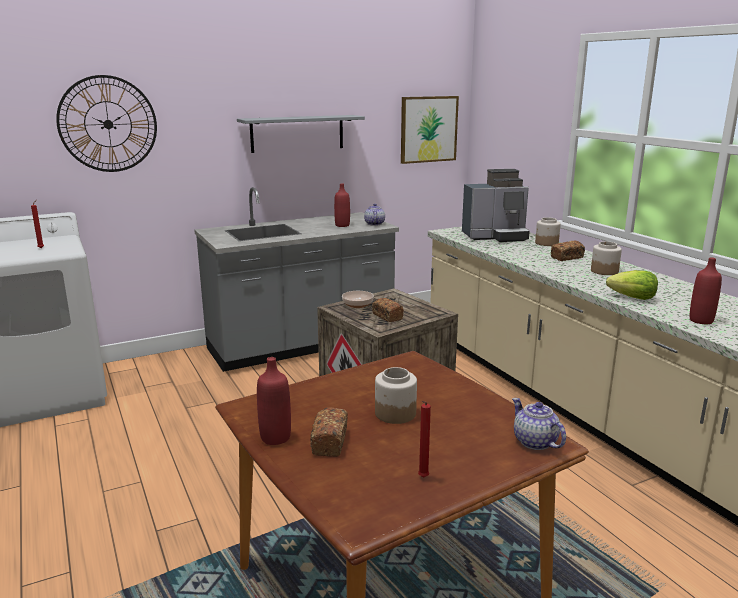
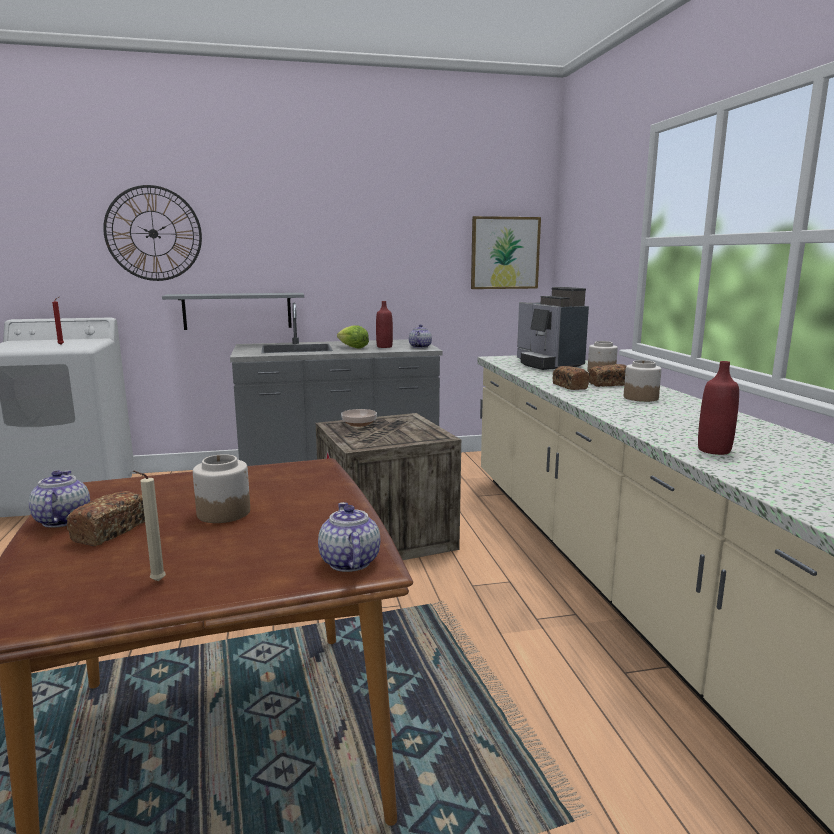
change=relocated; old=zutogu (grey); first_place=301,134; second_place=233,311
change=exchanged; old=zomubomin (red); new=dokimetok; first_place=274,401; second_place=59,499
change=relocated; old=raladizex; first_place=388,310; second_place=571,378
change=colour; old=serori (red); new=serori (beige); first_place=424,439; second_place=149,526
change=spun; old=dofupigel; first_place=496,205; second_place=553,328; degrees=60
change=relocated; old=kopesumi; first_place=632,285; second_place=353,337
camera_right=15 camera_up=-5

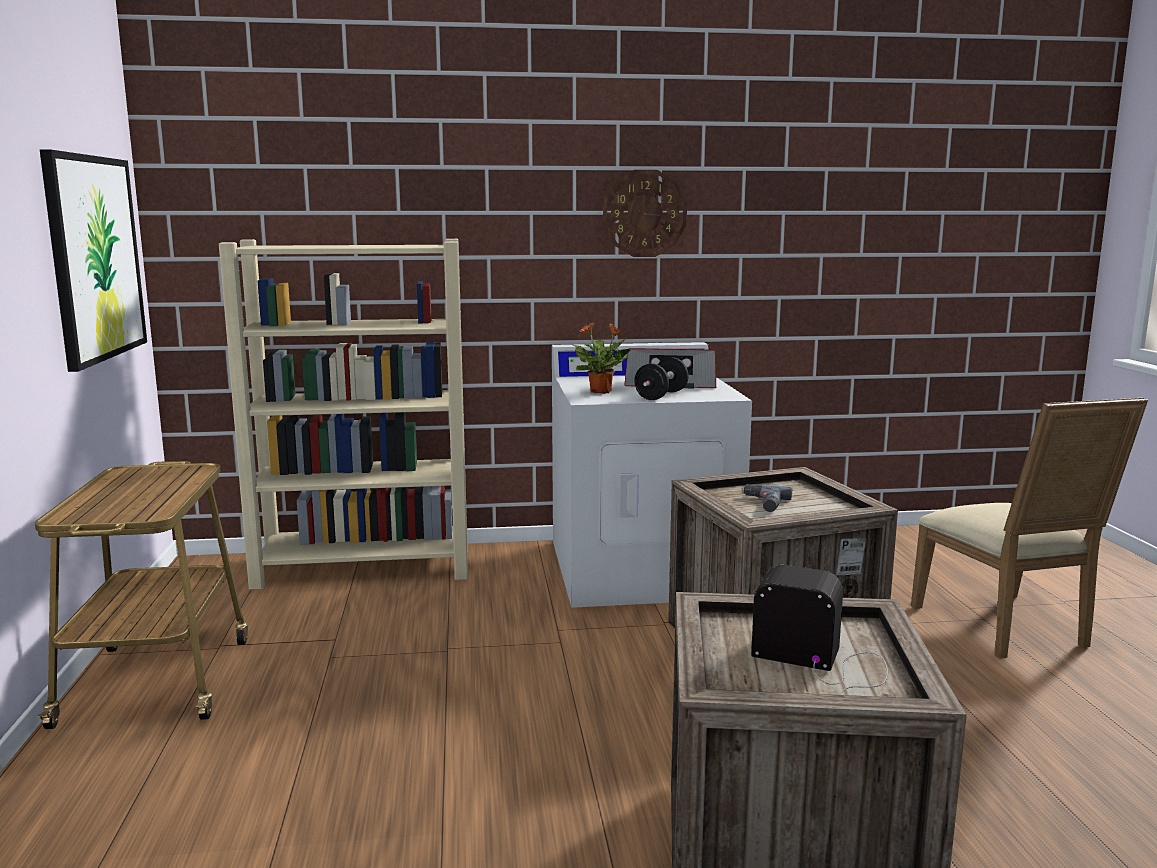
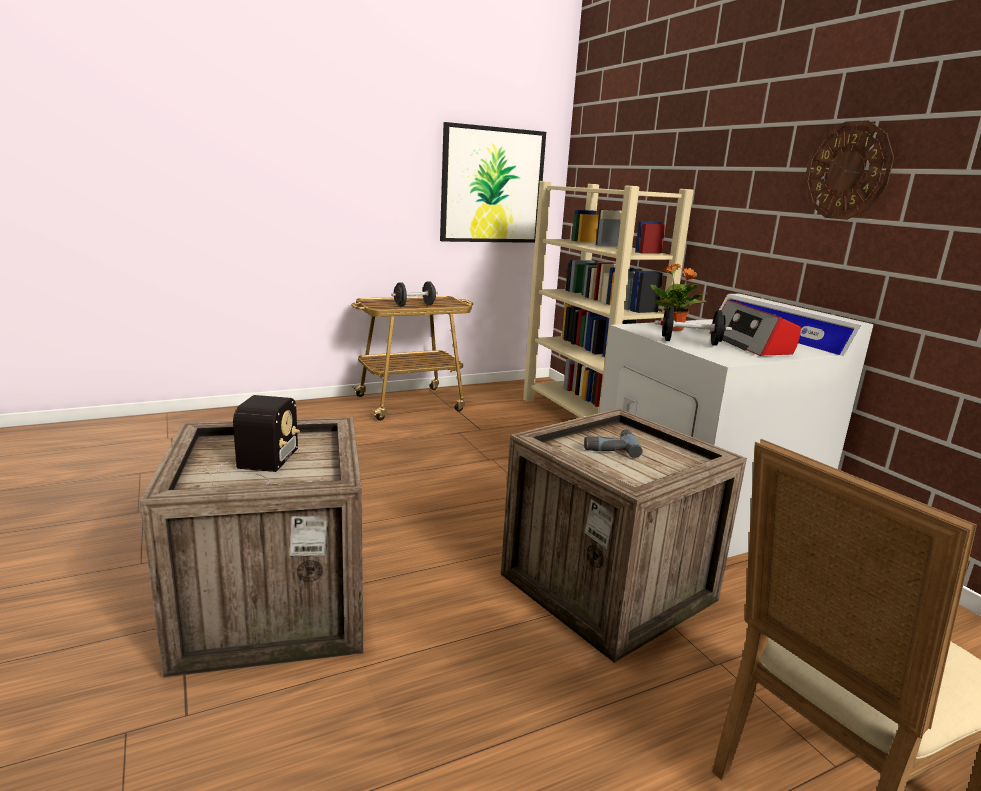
change=appeared; new=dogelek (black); second_place=414,294
camera_right=70 camera_up=5

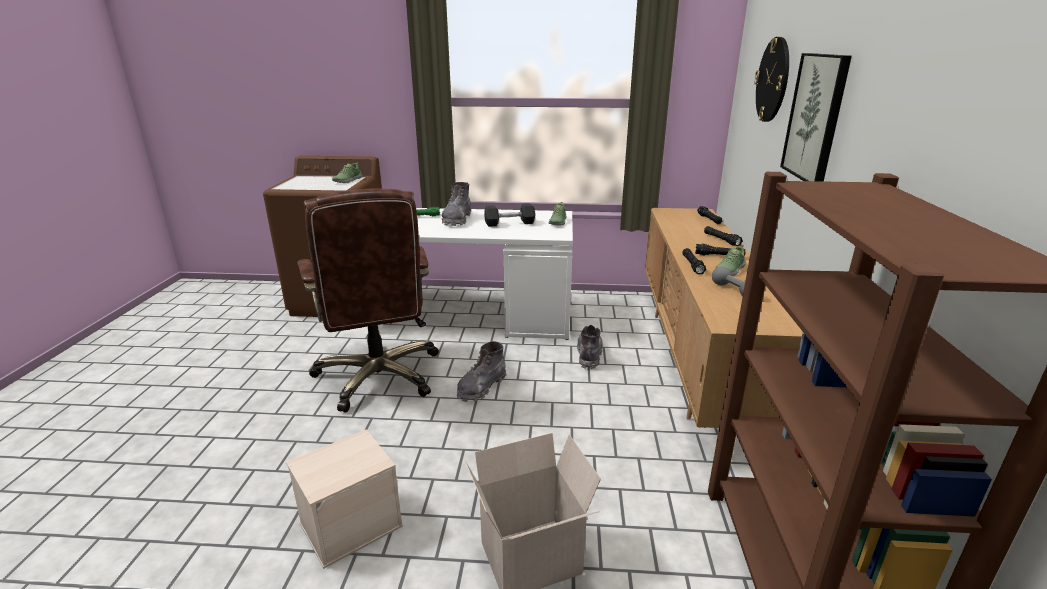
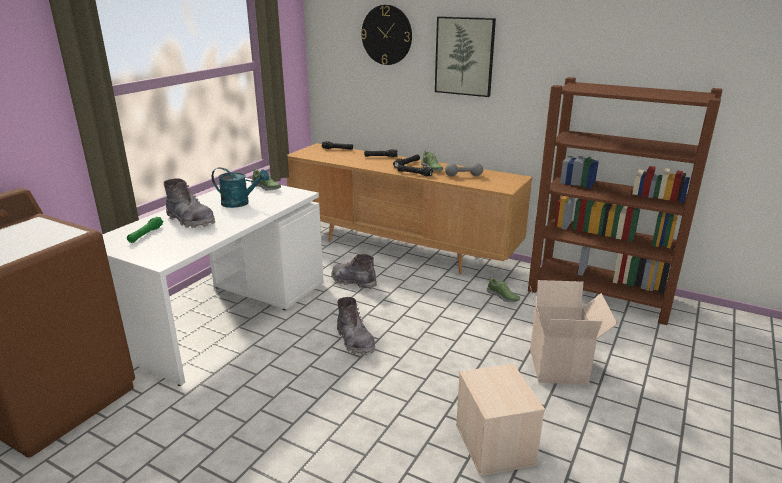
change=missing; old=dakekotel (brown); first_place=368,301
change=relocated; old=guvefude; first_place=347,172; second_place=503,289
change=exchanged; old=dogelek (grey); new=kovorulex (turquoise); first_place=509,215; second_place=240,187
camera_right=-65 camera_up=0

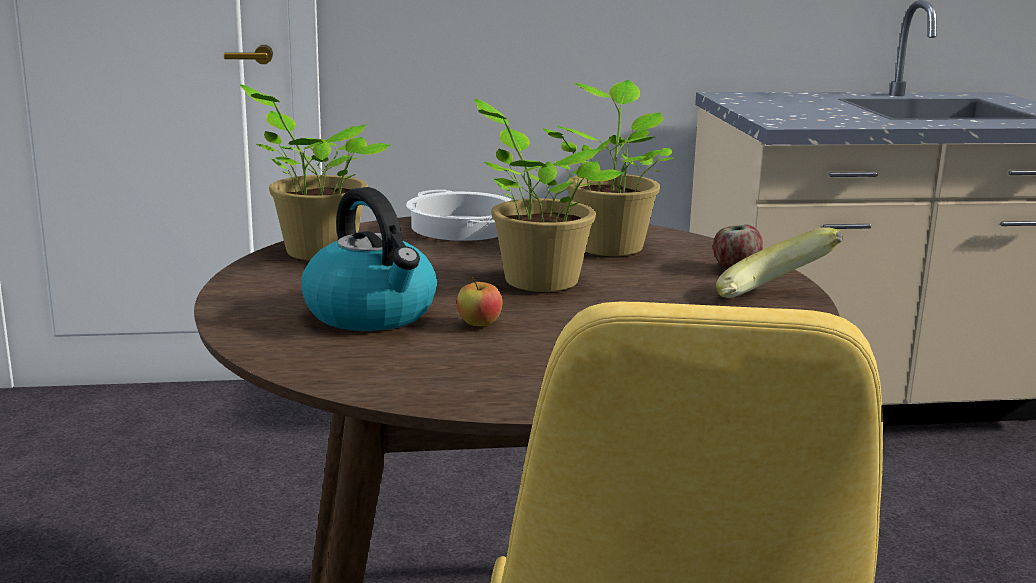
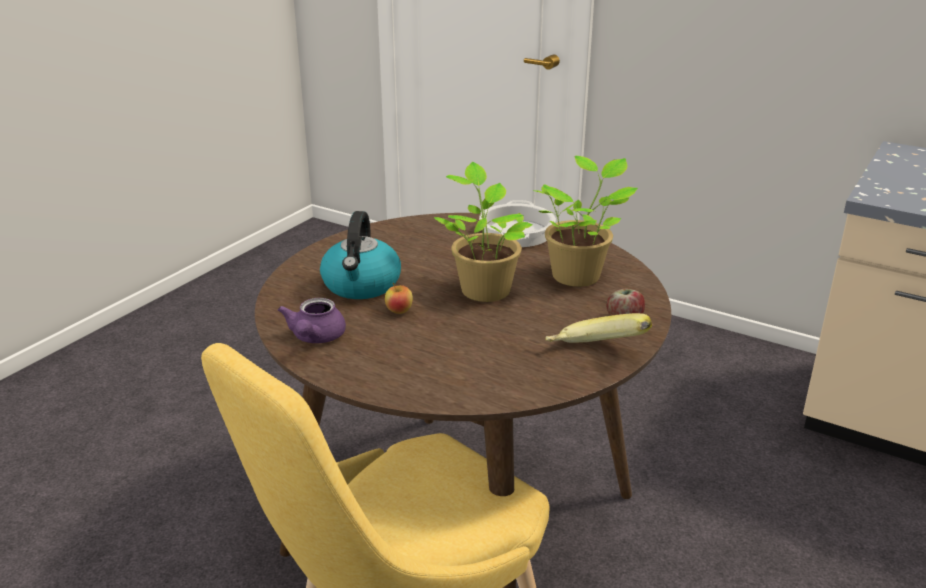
change=missing; old=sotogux; first_place=315,172
change=appeared; new=dokimetok (purple); second_place=312,320
camera_right=40 camera_up=10

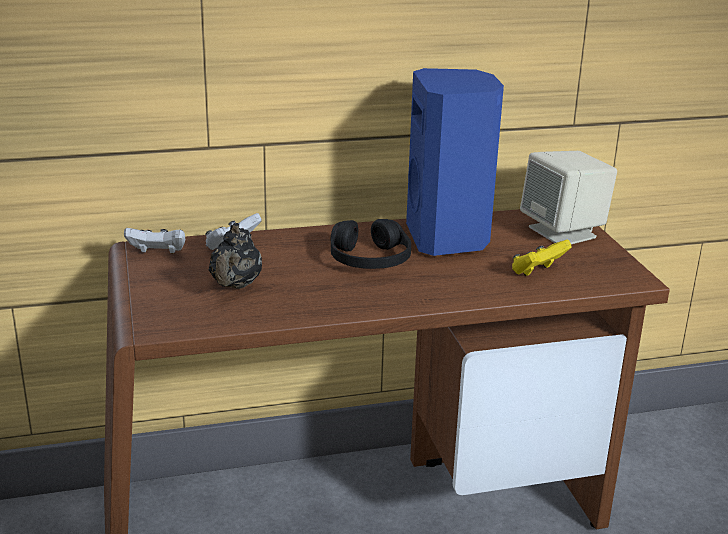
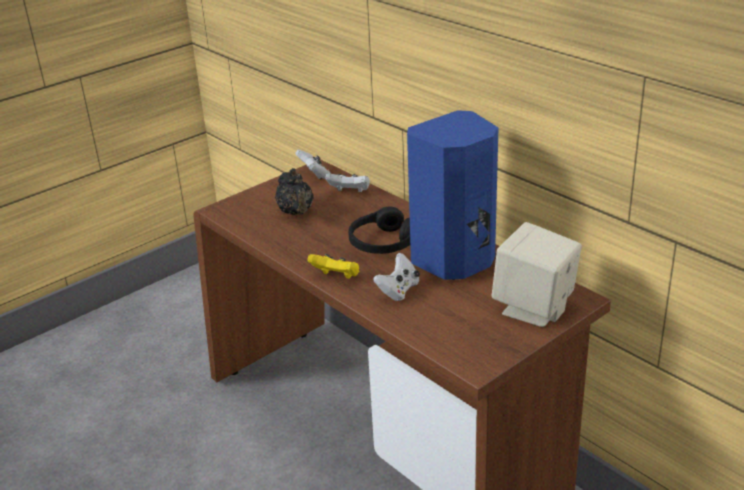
change=spun; old=dokimetok (black); first_place=235,256; second_place=294,191; degrees=-90
change=relocated; old=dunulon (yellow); first_place=541,258; second_place=333,266
change=appeared; new=dunulon (white); second_place=396,277
camera_right=65 camera_up=5

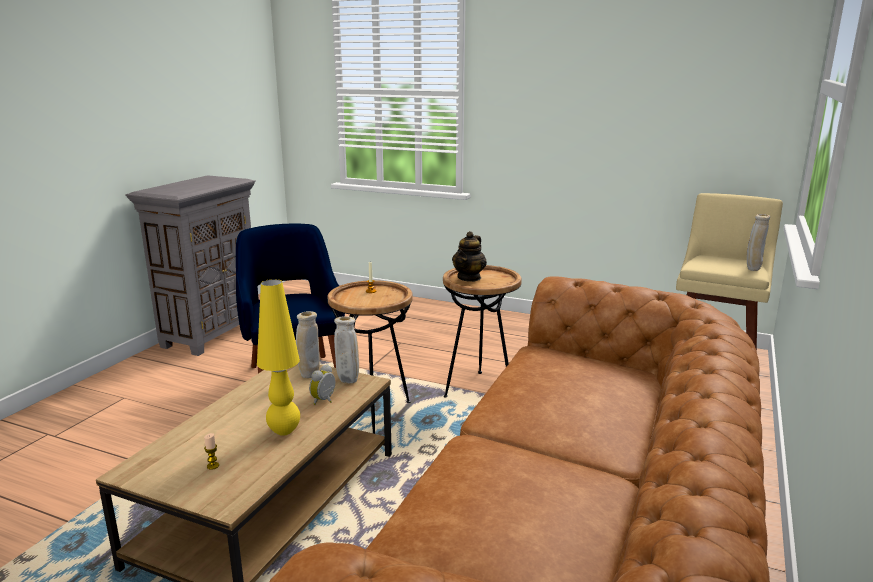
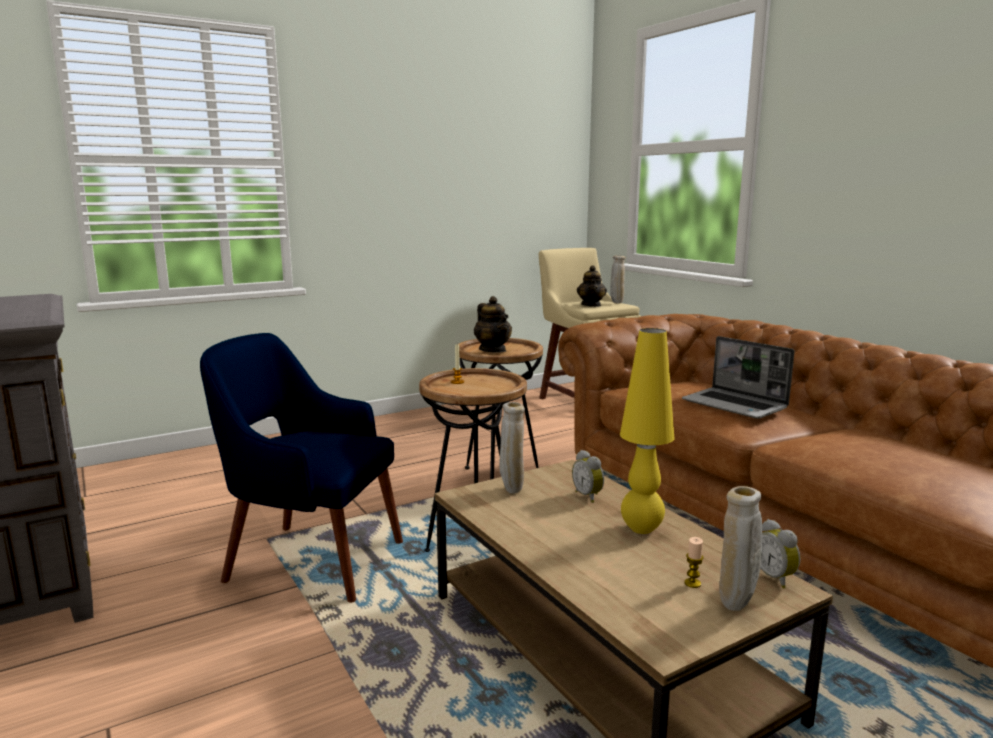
change=relocated; old=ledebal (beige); first_place=346,349; second_place=740,548
change=appeared; new=dokimetok; second_place=592,286
change=appeared; new=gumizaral; second_place=738,377
change=appeared; new=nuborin; second_place=780,554
camera_right=-55 camera_up=-5

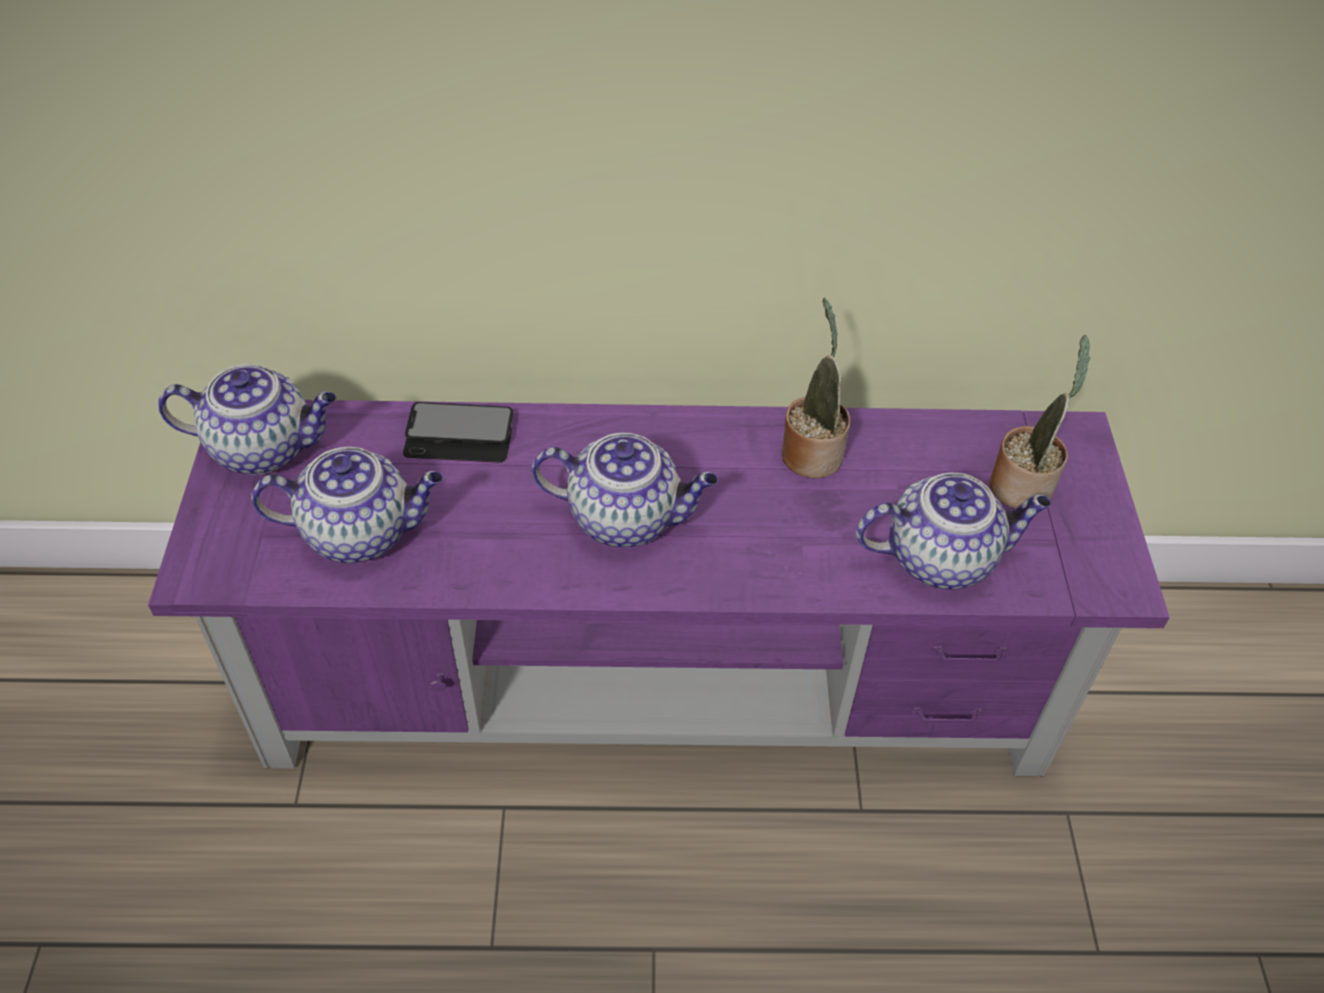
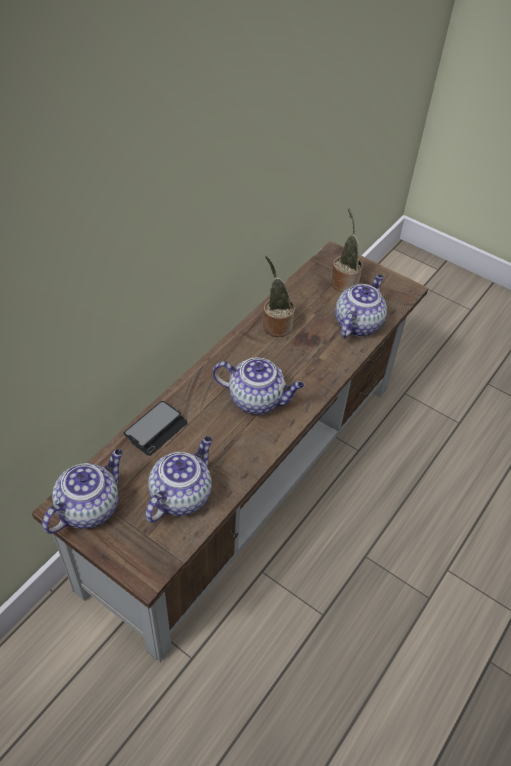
change=colour; old=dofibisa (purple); new=dofibisa (brown); first_place=659,588; second_place=230,451
change=spun; old=dokimetok; first_place=625,490; second_place=258,386; degrees=60
camera_right=-55 camera_up=0

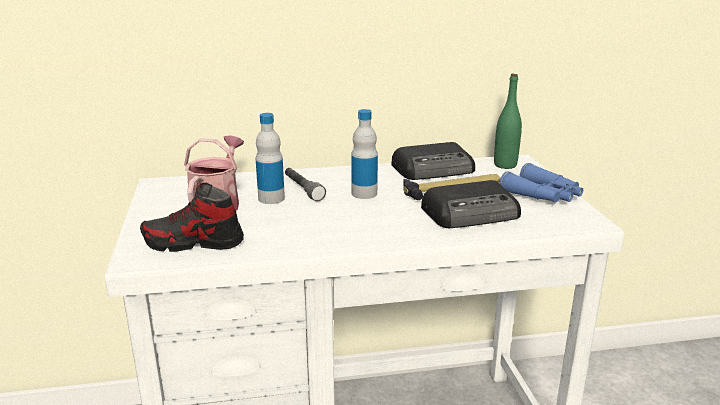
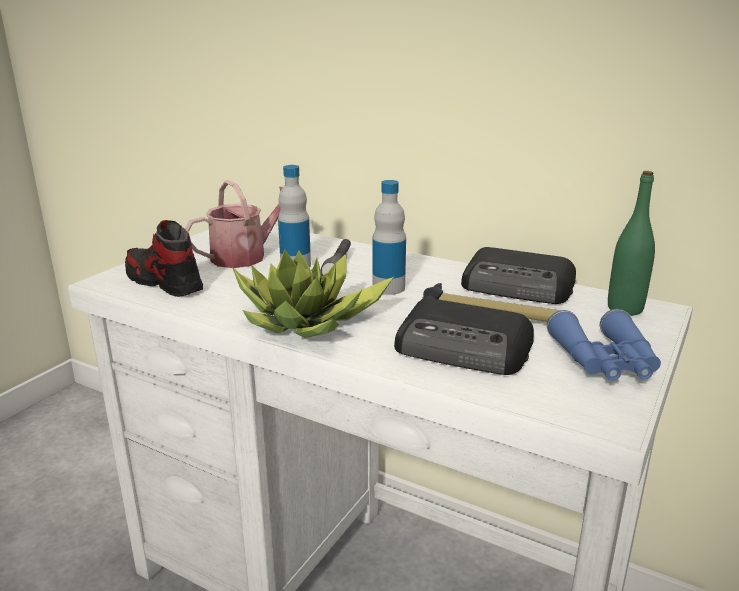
change=appeared; new=sotogux; second_place=313,293
camera_right=40 camera_up=0

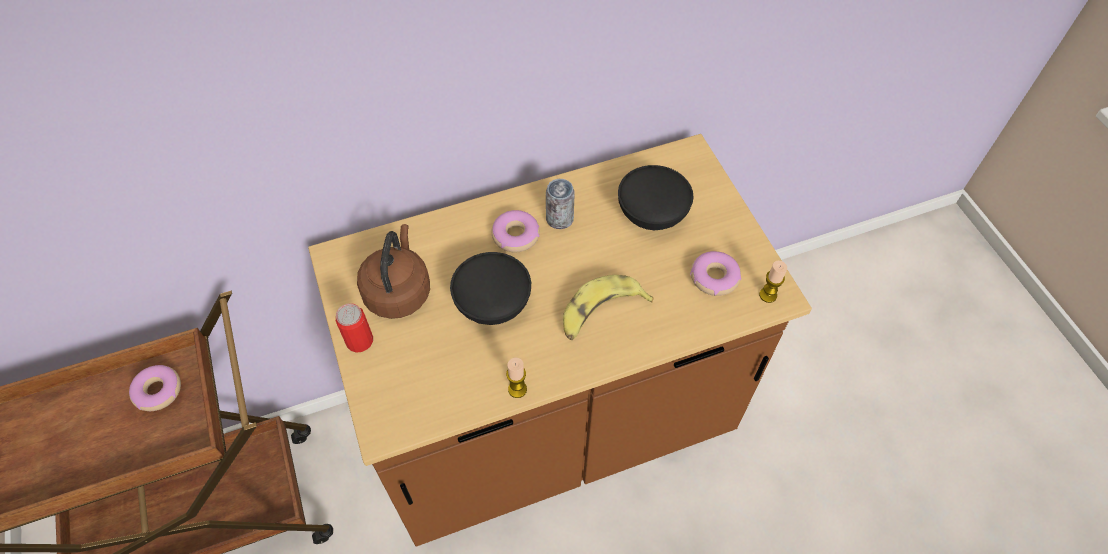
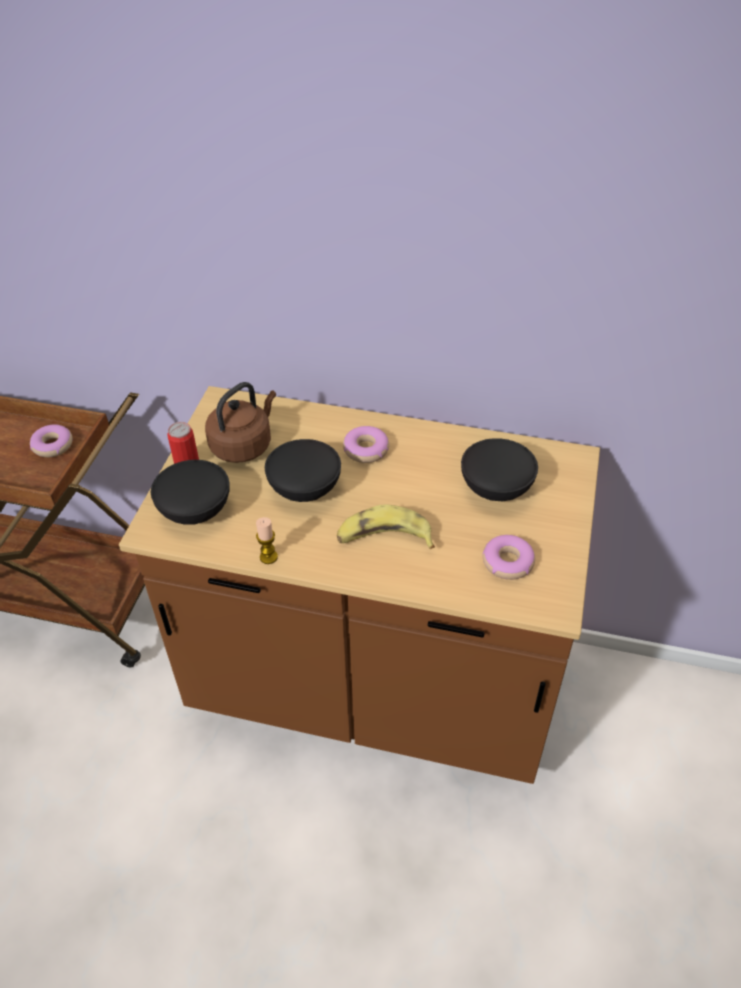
change=missing; old=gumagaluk; first_place=560,204
change=missing; old=serori; first_place=773,281
change=appeared; new=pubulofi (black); second_place=190,492
camera_right=35 camera_up=-10

